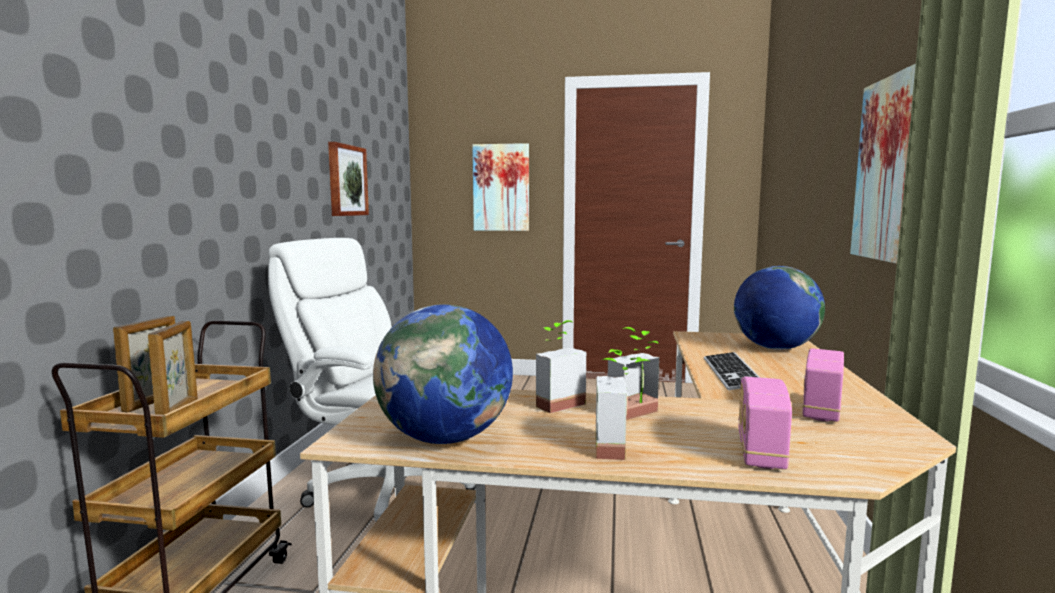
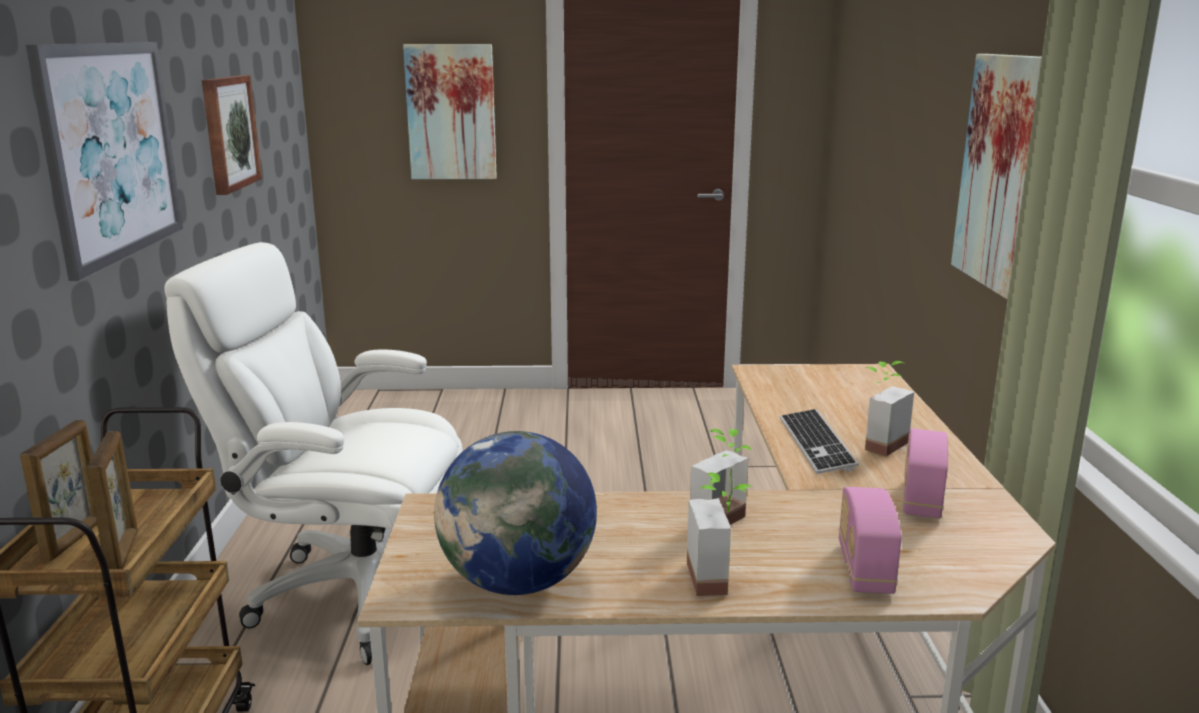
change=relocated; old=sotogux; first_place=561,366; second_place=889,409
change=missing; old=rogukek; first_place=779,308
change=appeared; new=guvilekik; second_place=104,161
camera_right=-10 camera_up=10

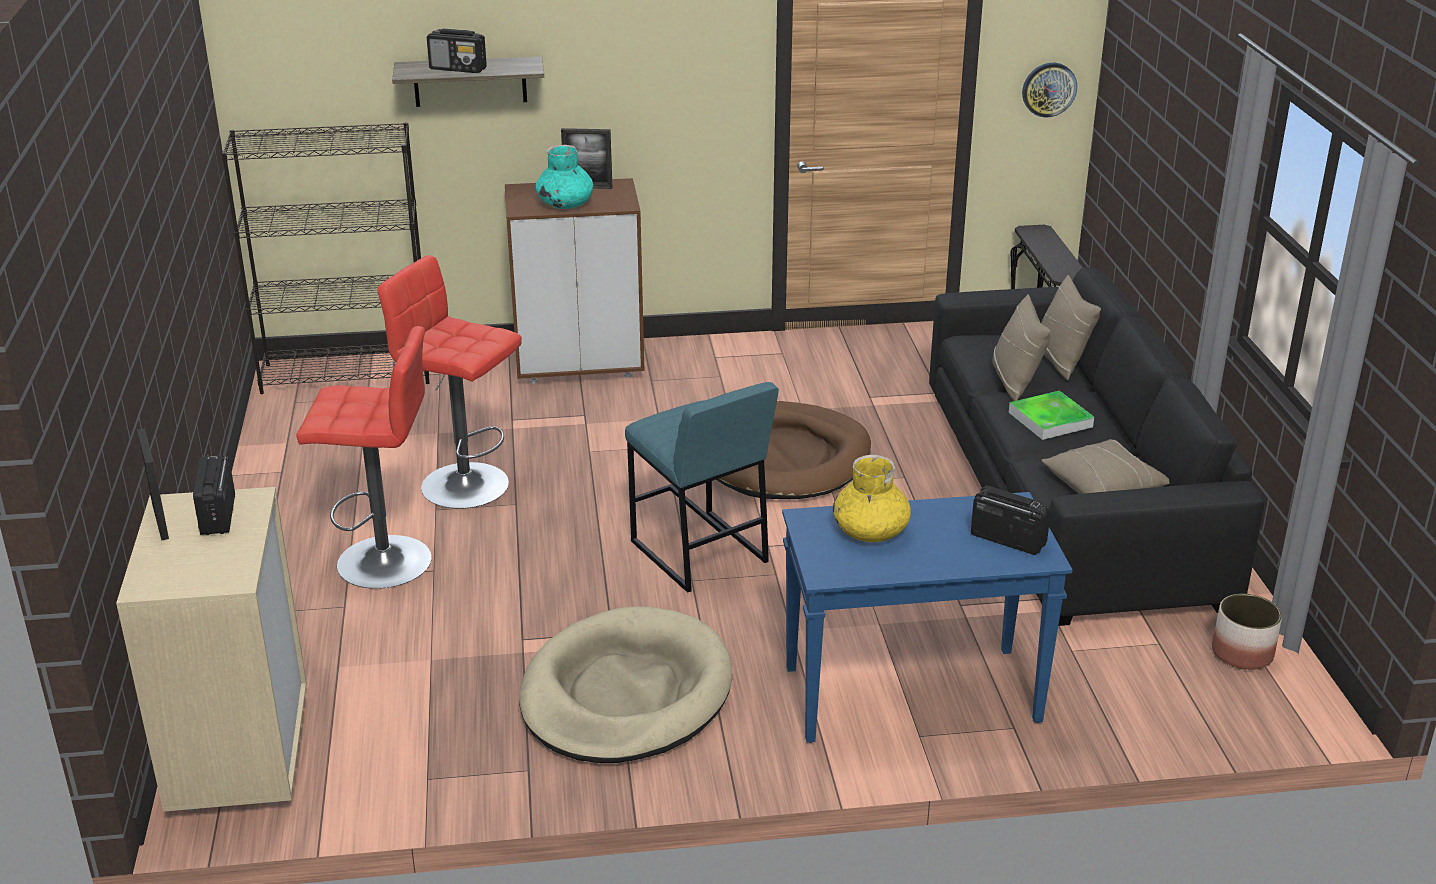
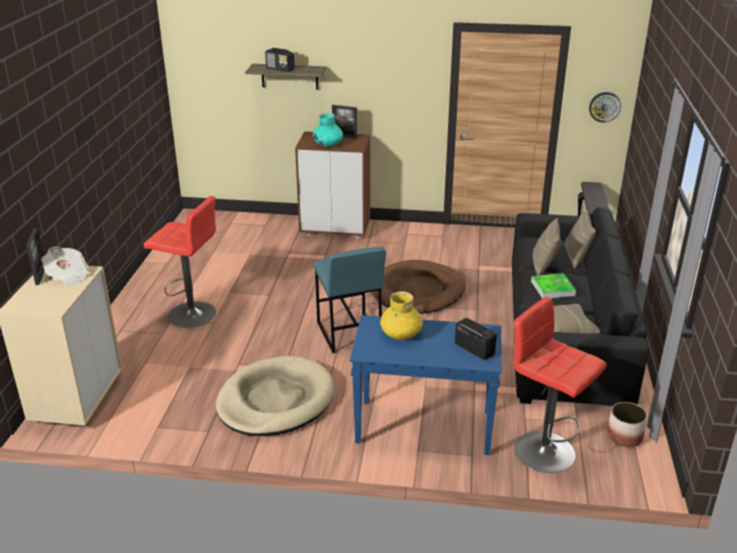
change=exchanged; old=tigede; new=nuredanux; first_place=214,495; second_place=66,266
change=missing; old=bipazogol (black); first_place=325,258
change=relocated; old=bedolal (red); first_place=449,382; second_place=560,385
camera_right=15 camera_up=0

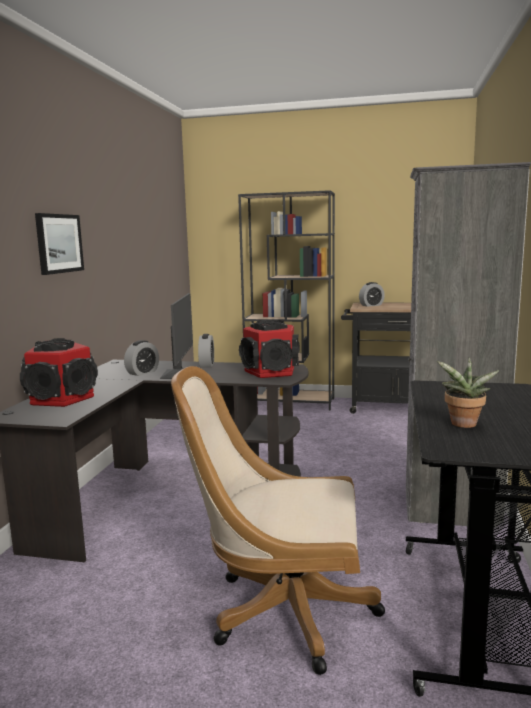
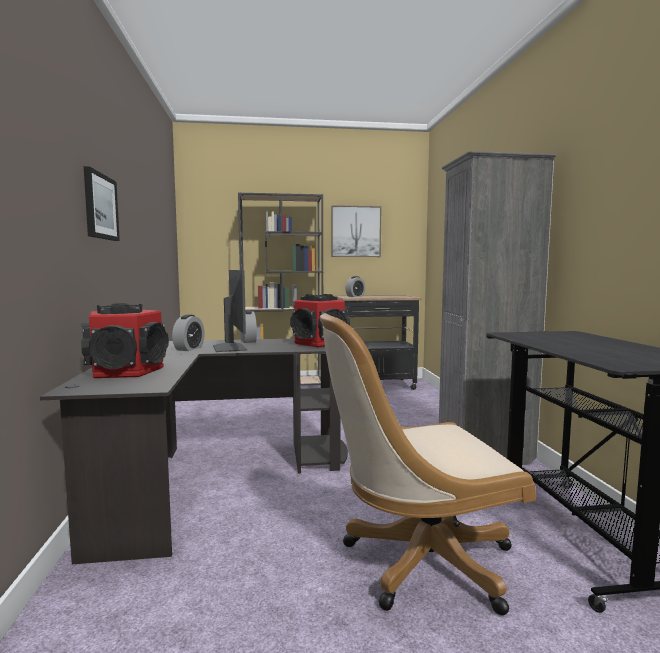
change=missing; old=sotogux; first_place=468,392
change=appeared; new=guvilekik; second_place=356,231
camera_right=-20 camera_up=-5

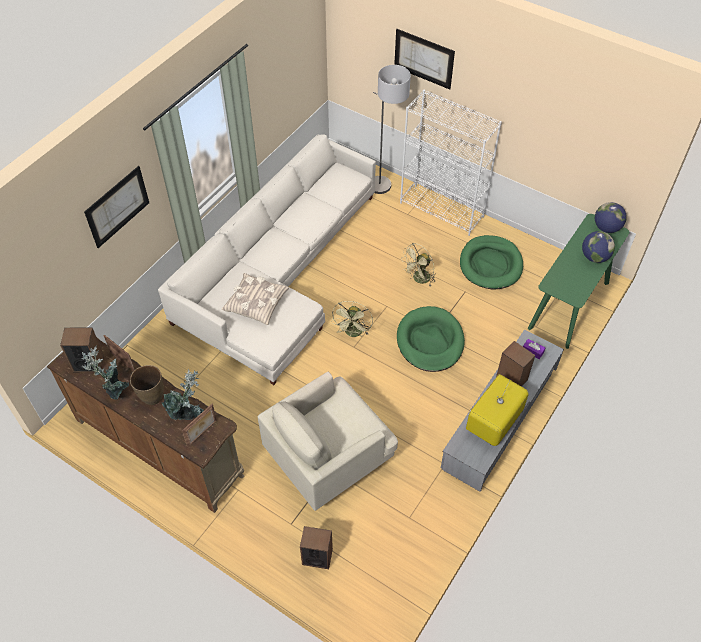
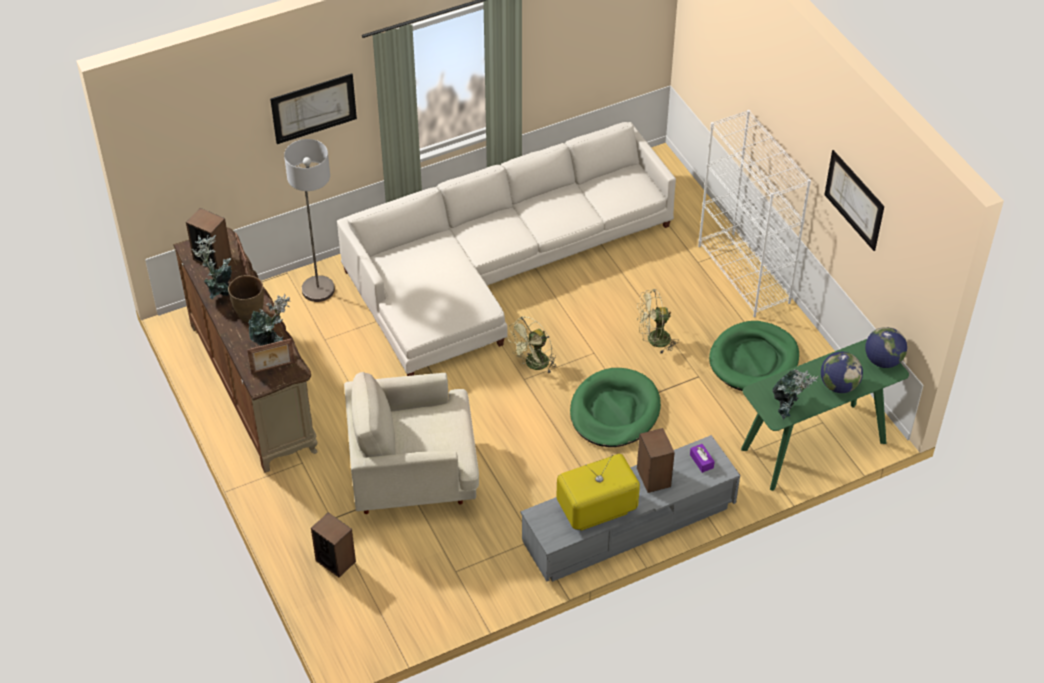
change=missing; old=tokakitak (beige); first_place=255,299
change=relocated; old=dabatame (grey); first_place=392,129; second_place=309,220
change=relocated; old=guvilekik; first_place=424,59; second_place=854,200
change=appeared; new=sotogux; second_place=795,394
camera_right=30 camera_up=-5

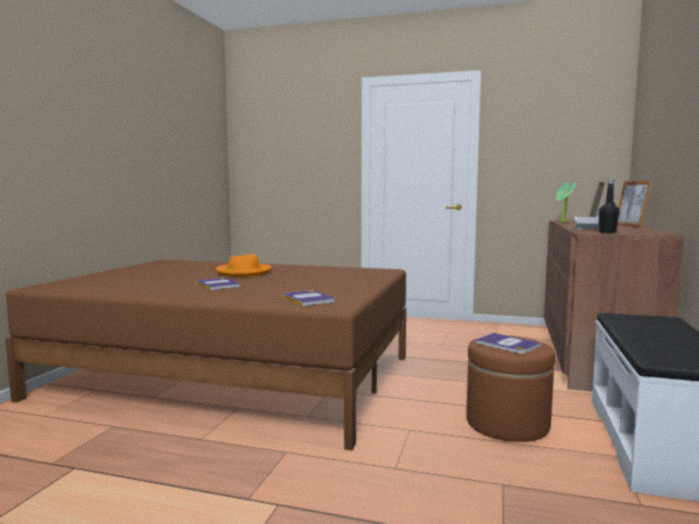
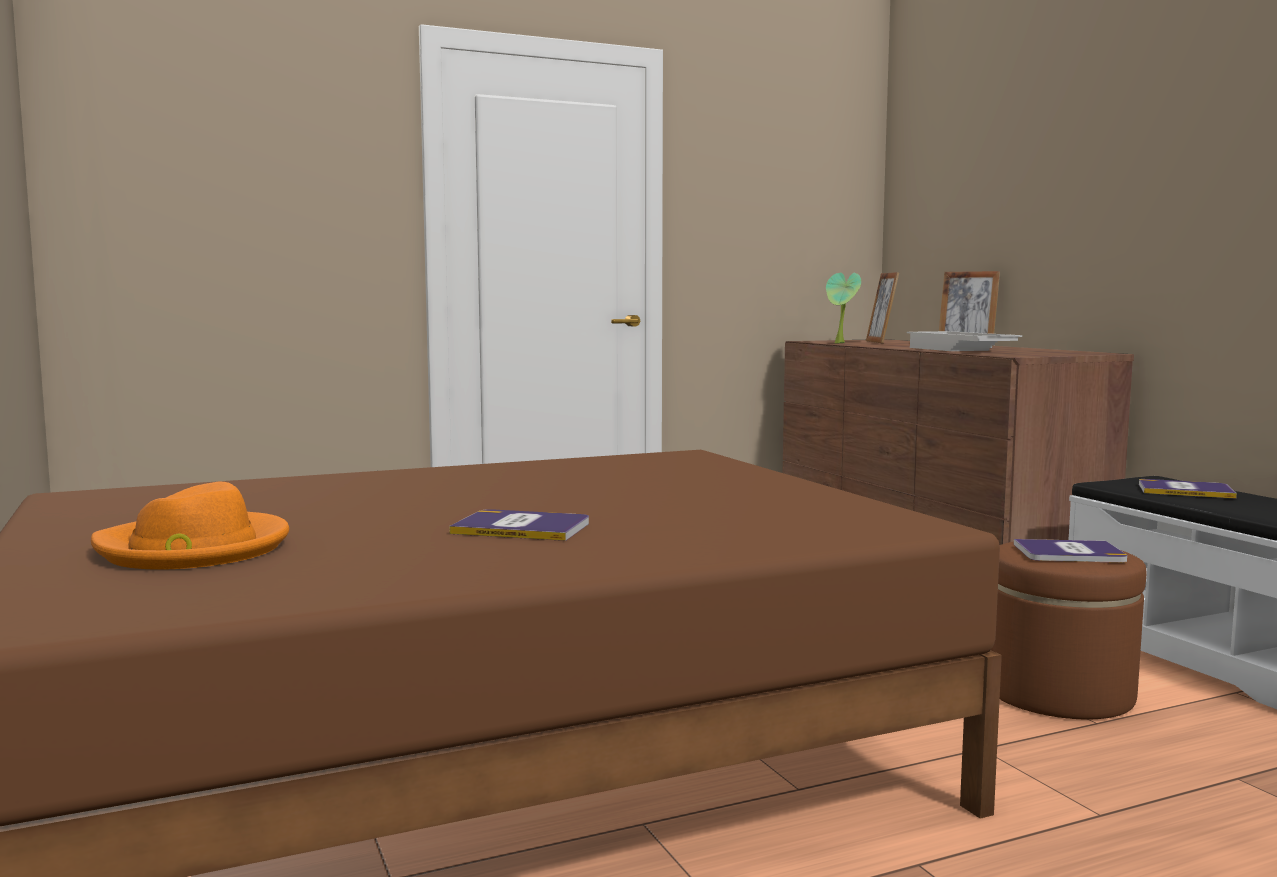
change=relocated; old=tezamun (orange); first_place=243,265; second_place=190,526
change=relocated; old=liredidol; first_place=308,298; second_place=1188,489
change=missing; old=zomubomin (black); first_place=609,206
camera_right=-40 camera_up=0

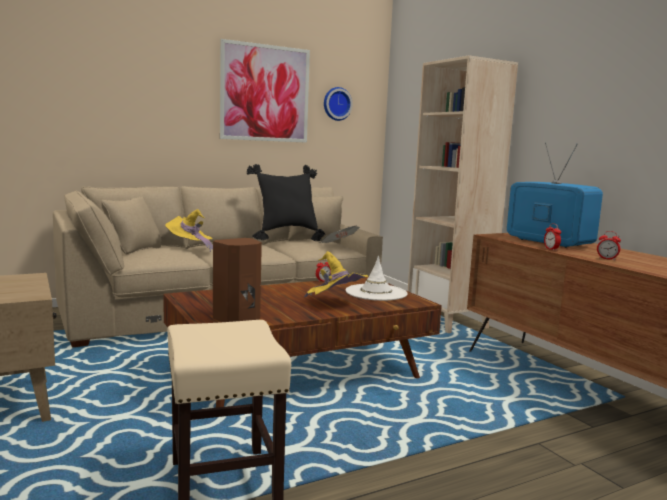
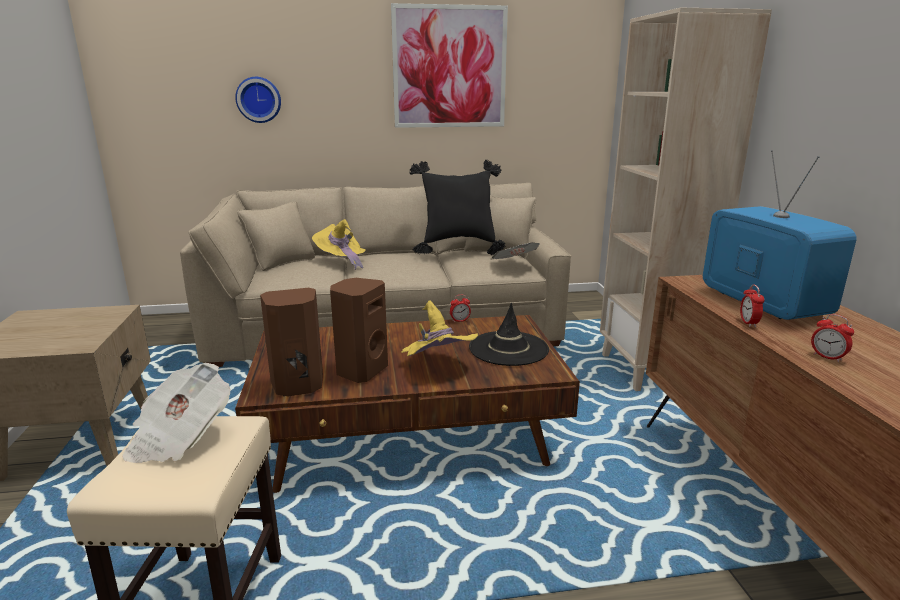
change=relocated; old=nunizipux; first_place=338,104; second_place=258,100
change=colour; old=tezamun (white); new=tezamun (black); first_place=377,278; second_place=509,334
change=appeared; new=nuredanux; second_place=176,413
change=appeared; new=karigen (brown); second_place=359,330
camera_right=20 camera_up=10

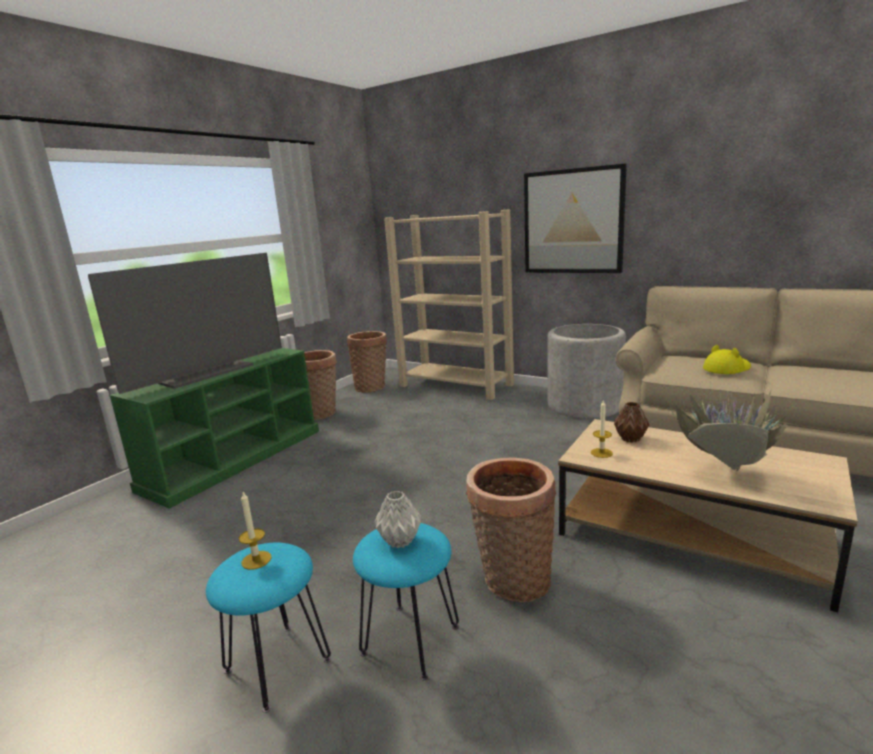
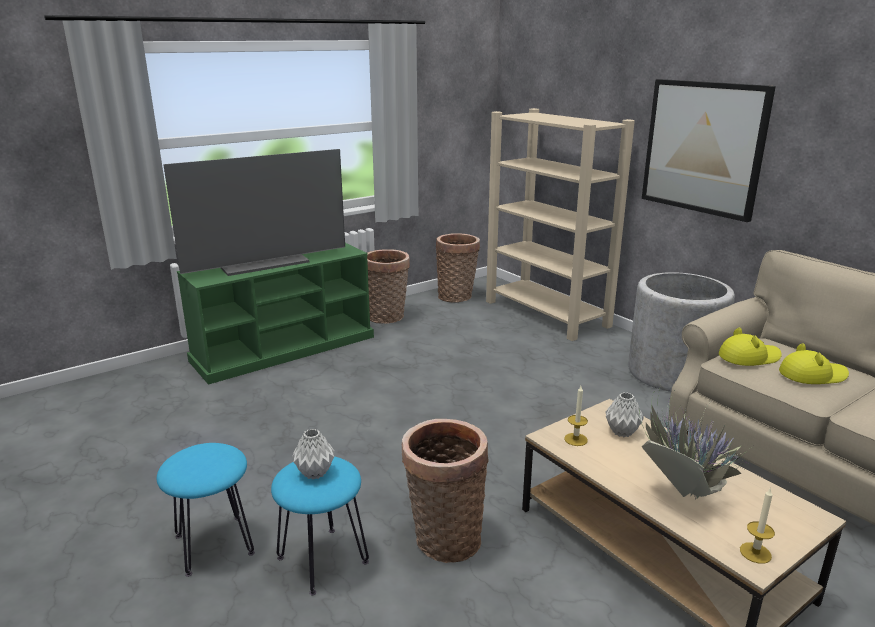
change=relocated; old=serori; first_place=255,531; second_place=757,525
change=colour; old=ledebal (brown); new=ledebal (grey); first_place=631,422; second_place=624,414
change=appeared; new=tezamun (yellow); second_place=750,347
camera_right=20 camera_up=5

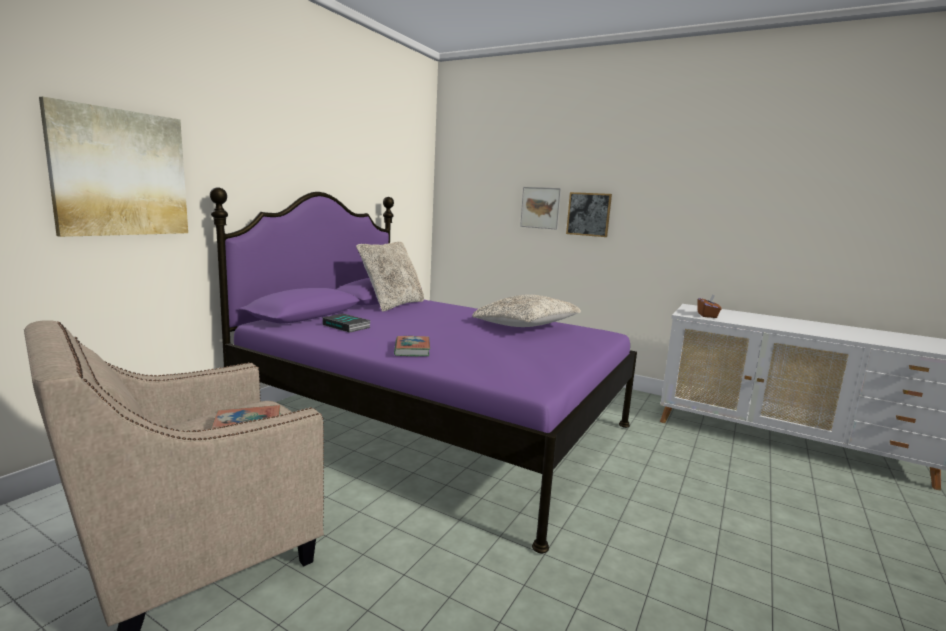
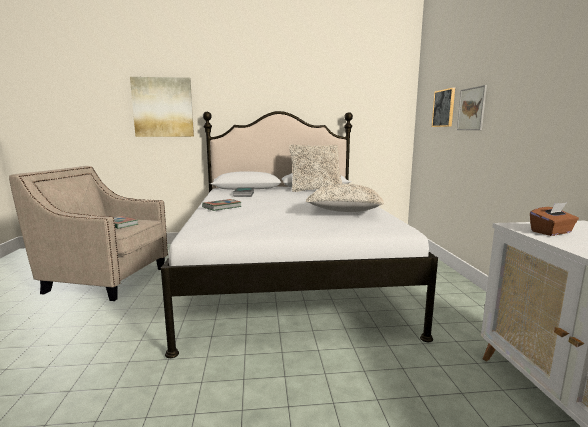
change=colour; old=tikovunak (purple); new=tikovunak (white); first_place=423,370; second_place=299,234
change=relocated; old=guvilekik; first_place=589,214; second_place=443,107
camera_right=55 camera_up=0

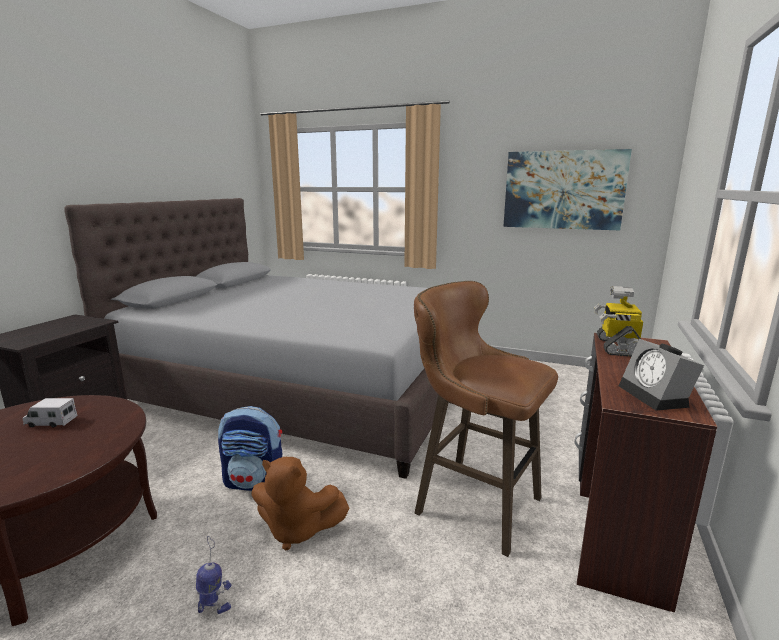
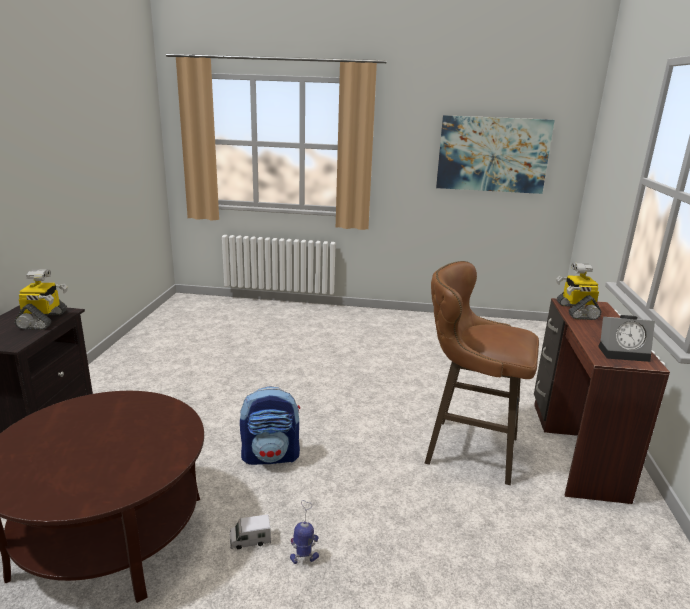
change=relocated; old=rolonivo; first_place=50,413; second_place=250,531
change=missing; old=tikovunak (grey); first_place=251,338
change=missing; old=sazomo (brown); first_place=301,503
change=spun; old=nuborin; first_place=661,374; second_place=626,338; degrees=-60
change=appeared; new=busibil; second_place=41,300
camera_right=-15 camera_up=5

